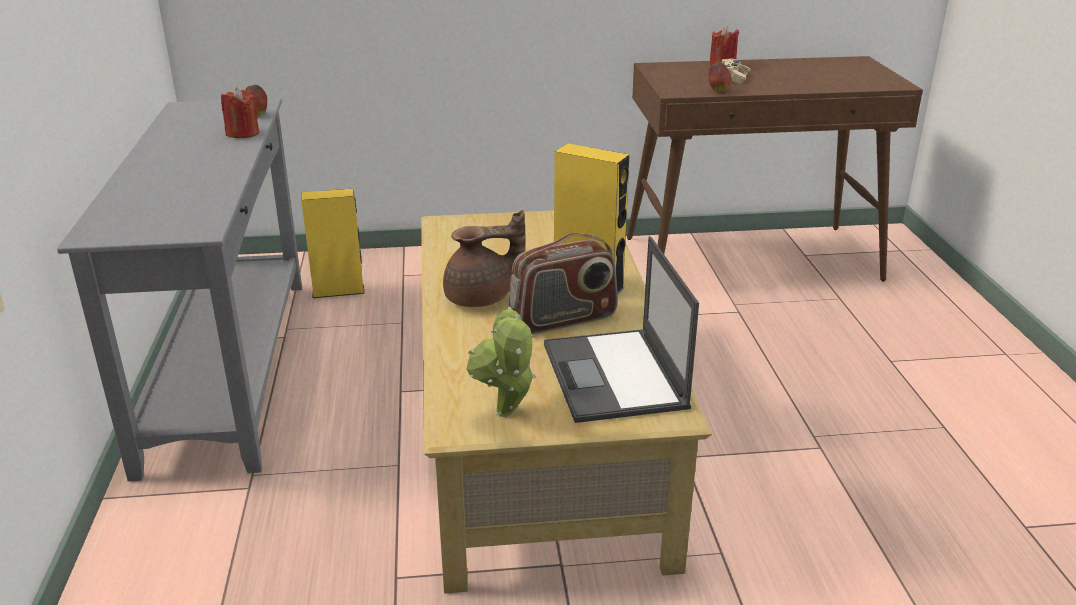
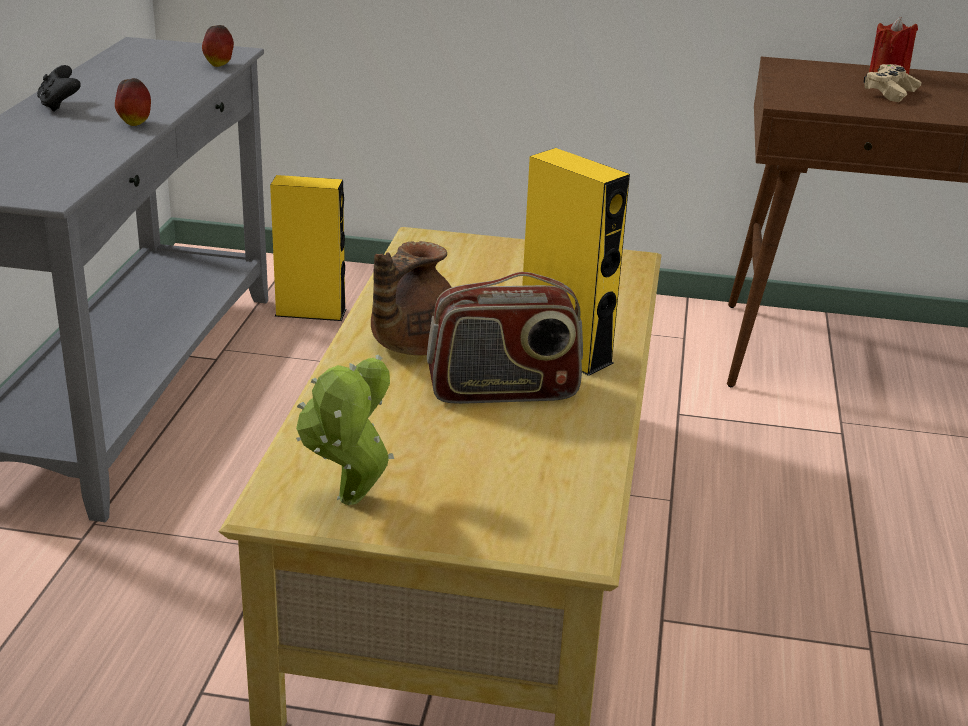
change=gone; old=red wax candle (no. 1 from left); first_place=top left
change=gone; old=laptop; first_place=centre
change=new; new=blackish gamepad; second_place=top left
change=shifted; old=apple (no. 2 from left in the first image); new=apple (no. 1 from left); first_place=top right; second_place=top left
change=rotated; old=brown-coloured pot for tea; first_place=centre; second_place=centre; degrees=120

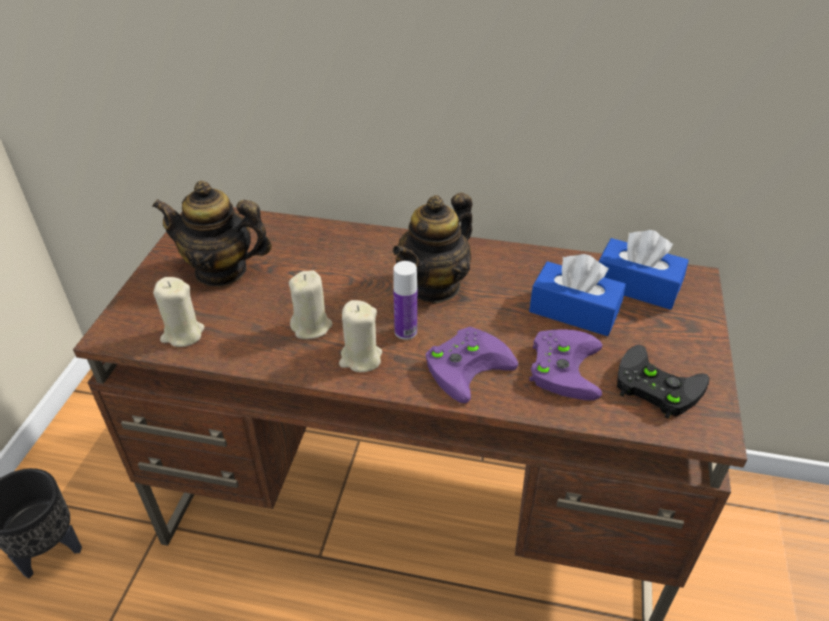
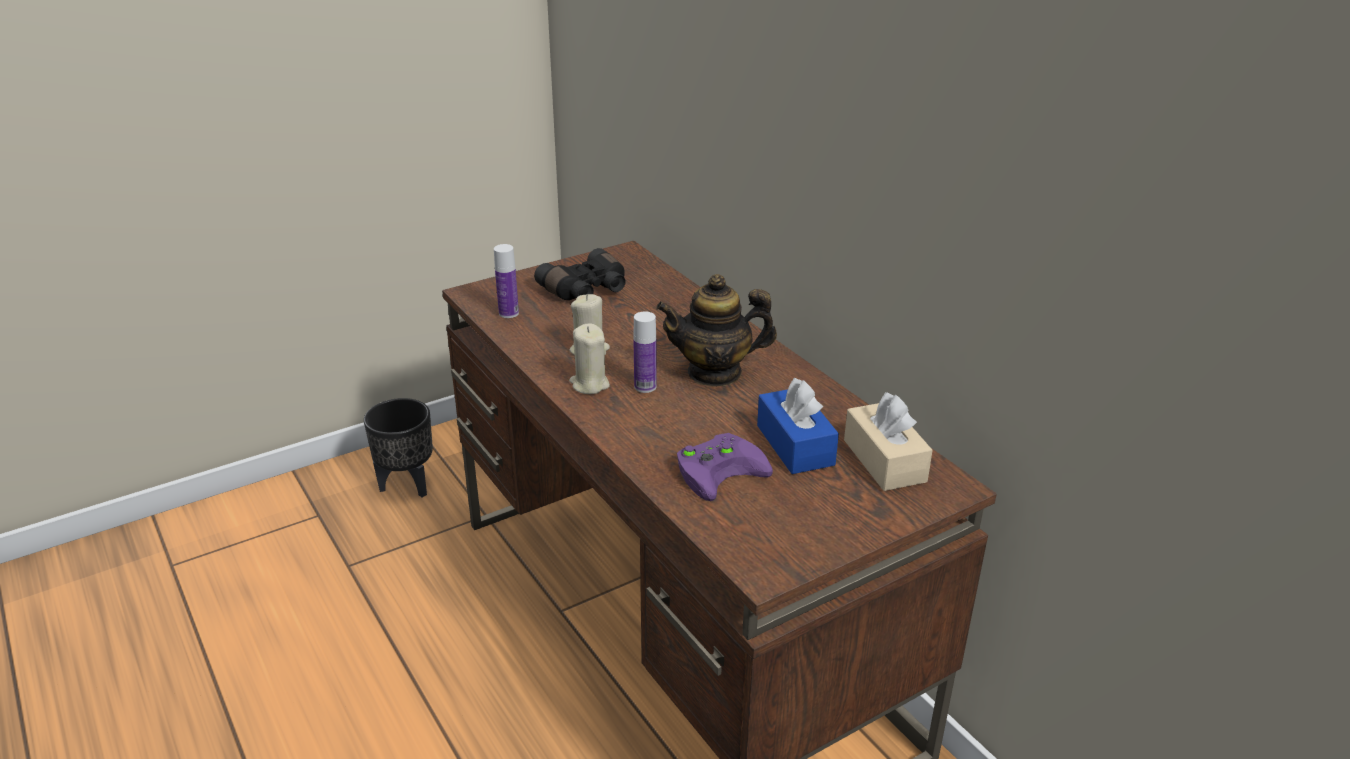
change=gone; old=purplish gamepad (no. 1 from left); first_place=centre
change=gone; old=blackish gamepad; first_place=middle right
change=swapped; old=pot for tea (no. 1 from left); new=blackish binoculars; first_place=middle left; second_place=centre
change=swapped; old=sand-coloured wax candle (no. 1 from left); new=bottle (no. 1 from left); first_place=middle left; second_place=centre
change=repainted; old=blue tissue box (no. 2 from left); new=sand-coloured tissue box; first_place=middle right; second_place=centre

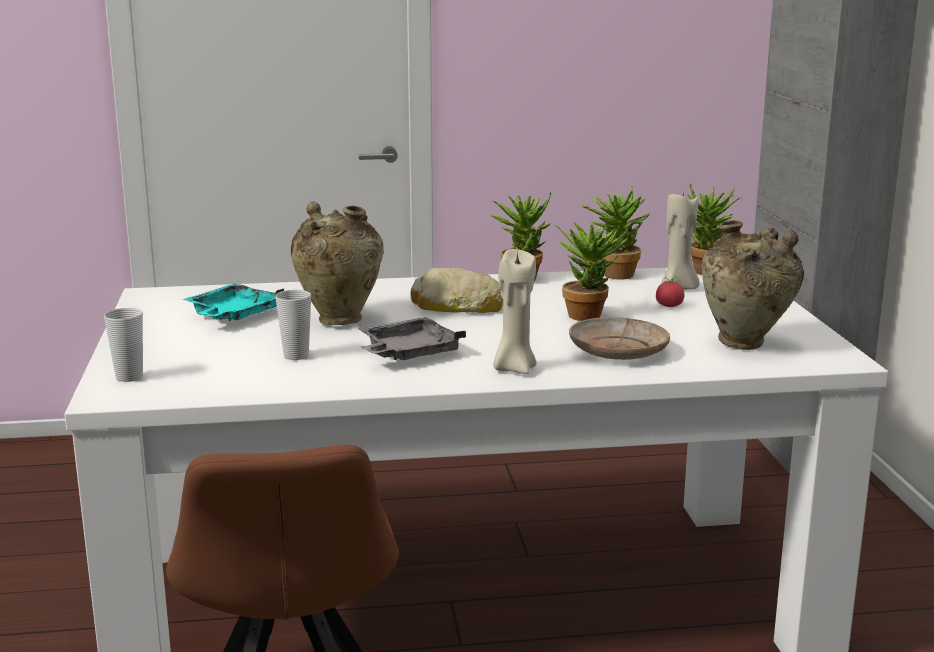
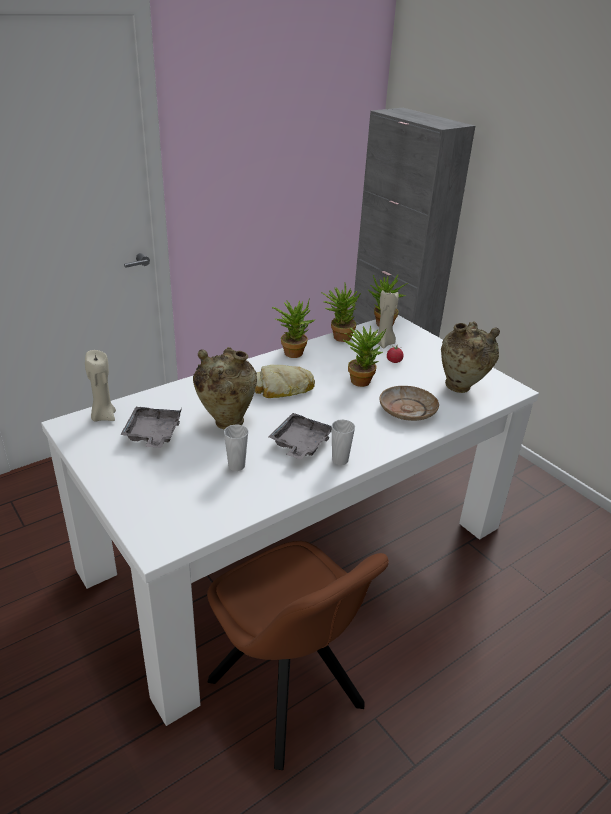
change=shifted; old=drinking cup (no. 1 from left in the first image); new=drinking cup (no. 2 from left); first_place=middle left; second_place=centre
change=shifted; old=sand-coloured wax candle (no. 1 from left); first_place=centre; second_place=middle left
change=repainted; old=turquoise serving tray; new=gray serving tray (no. 1 from left); first_place=middle left; second_place=middle left

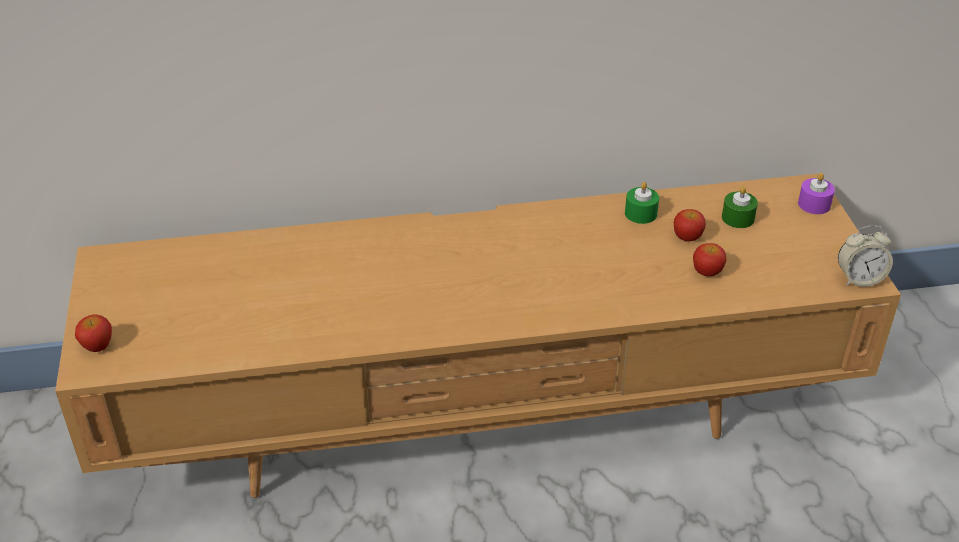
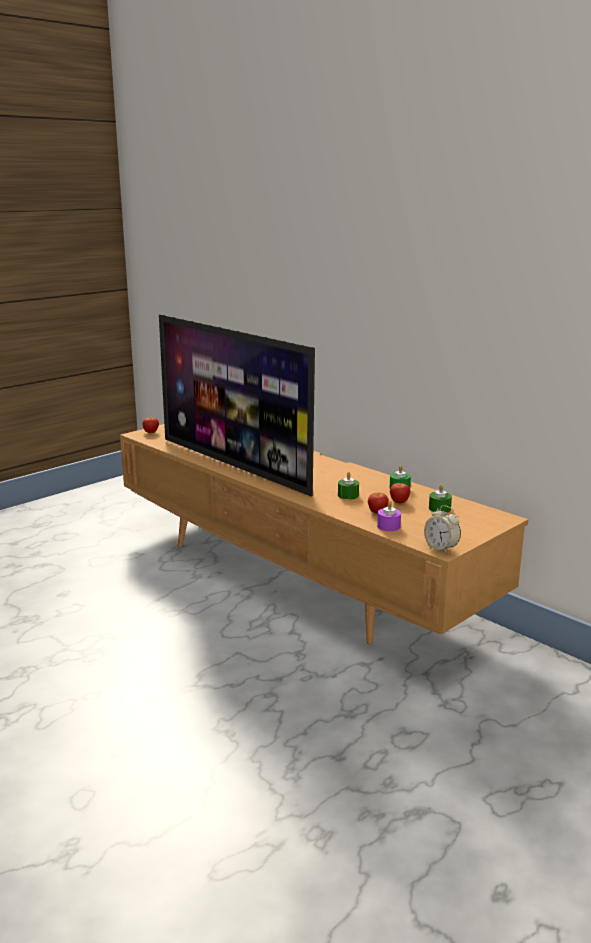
change=new; new=TV; second_place=centre
change=new; new=green-coloured wax candle (no. 1 from left); second_place=centre
change=shifted; old=purplish wax candle; first_place=middle right; second_place=centre

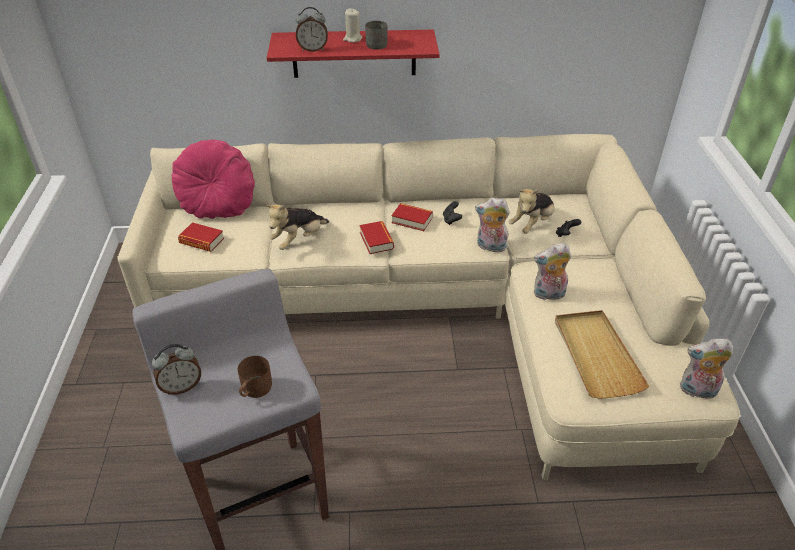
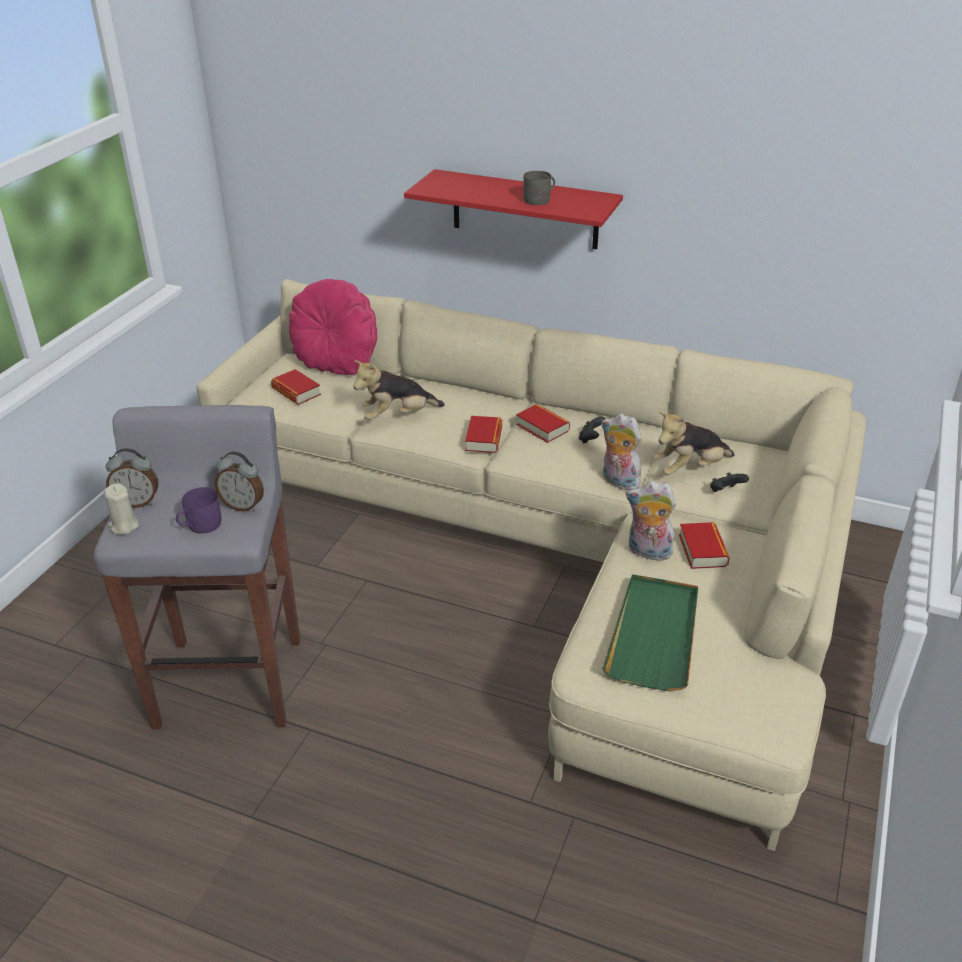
change=gone; old=plush toy (no. 5 from left); first_place=bottom right
change=new; new=bound book (no. 4 from left); second_place=middle right
change=shifted; old=bedside clock (no. 2 from left); first_place=top centre; second_place=middle left
change=shifted; old=sand-coloured wax candle; first_place=top centre; second_place=middle left
change=repainted; old=brown-coloured mug; new=purplish mug; first_place=bottom left; second_place=middle left
change=repainted; old=sand-coloured serving tray; new=green-coloured serving tray; first_place=middle right; second_place=middle right

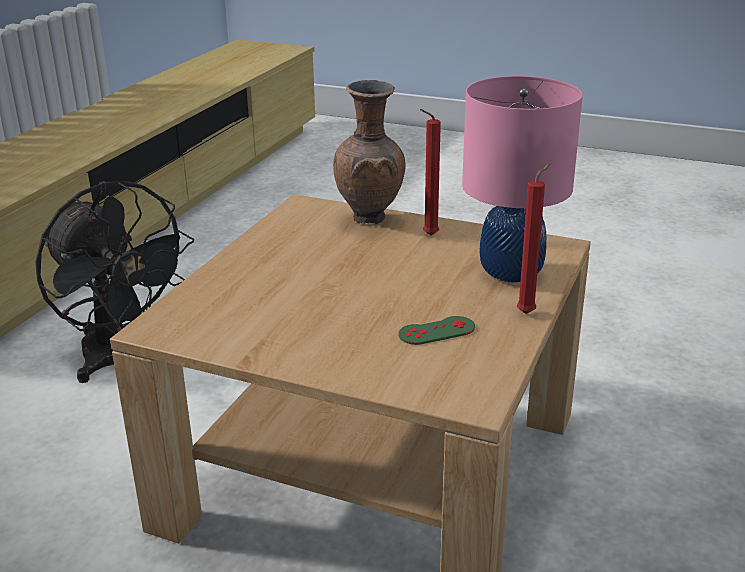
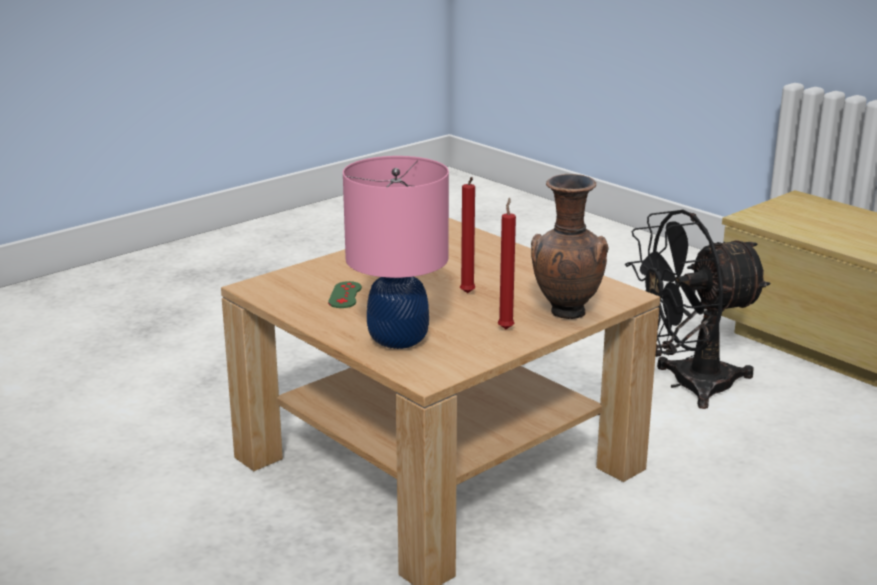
change=shifted; old=red wax candle (no. 2 from left in the first image); new=red wax candle (no. 1 from left); first_place=middle right; second_place=centre

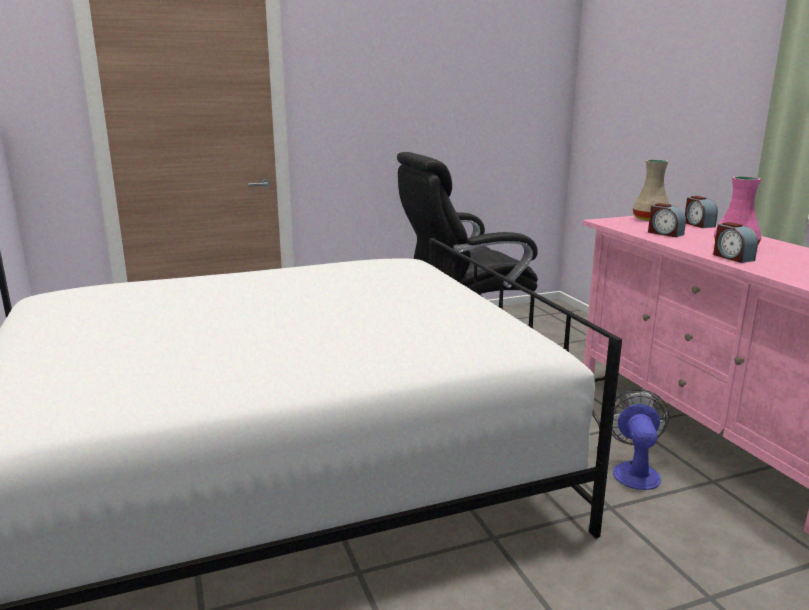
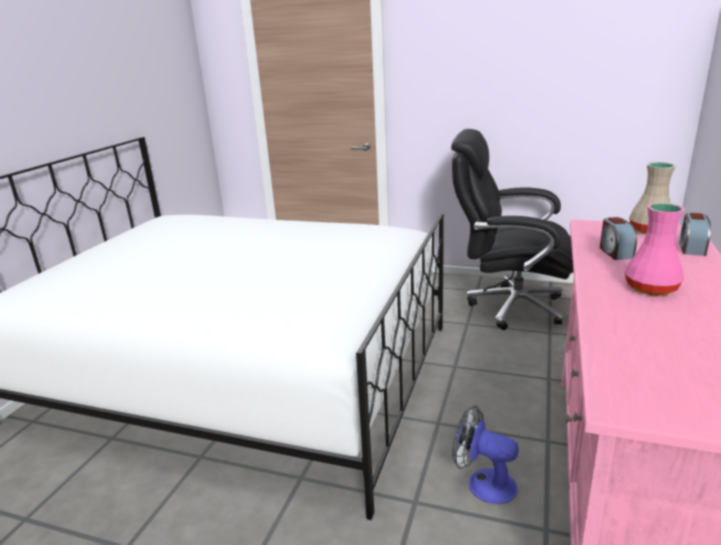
change=gone; old=bedside clock (no. 3 from left); first_place=middle right
change=rotated; old=cooling fan; first_place=bottom right; second_place=bottom right; degrees=-105

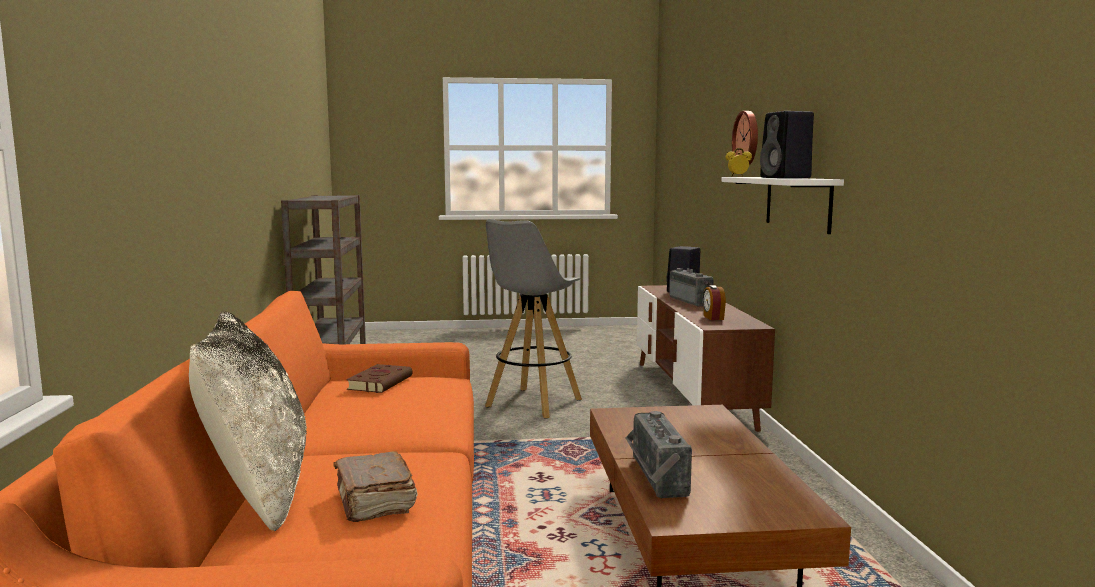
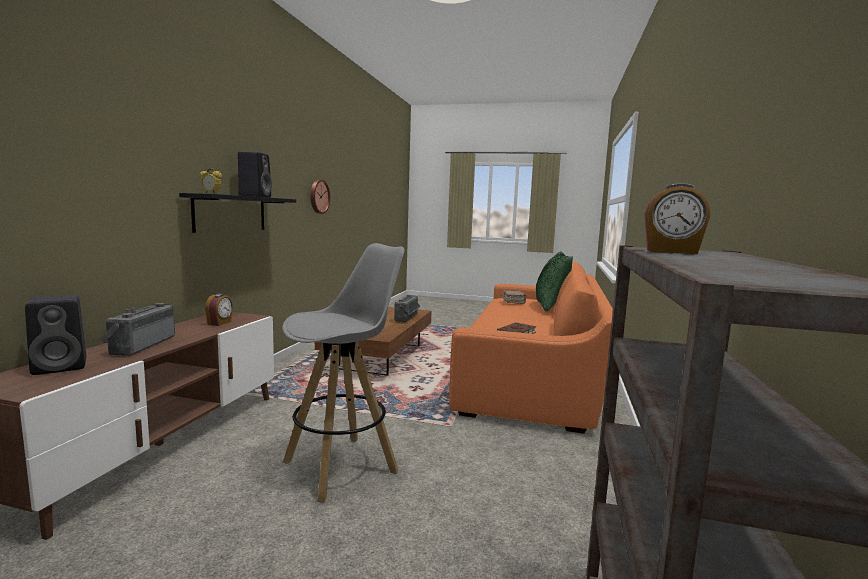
change=new; new=bedside clock (no. 3 from left); second_place=middle right
change=shifted; old=wall clock; first_place=top right; second_place=centre
change=repainted; old=sand-coloured pillow; new=green-coloured pillow; first_place=bottom left; second_place=centre
change=repainted; old=white-coloured wall shelf; new=blackish wall shelf; first_place=middle right; second_place=middle left

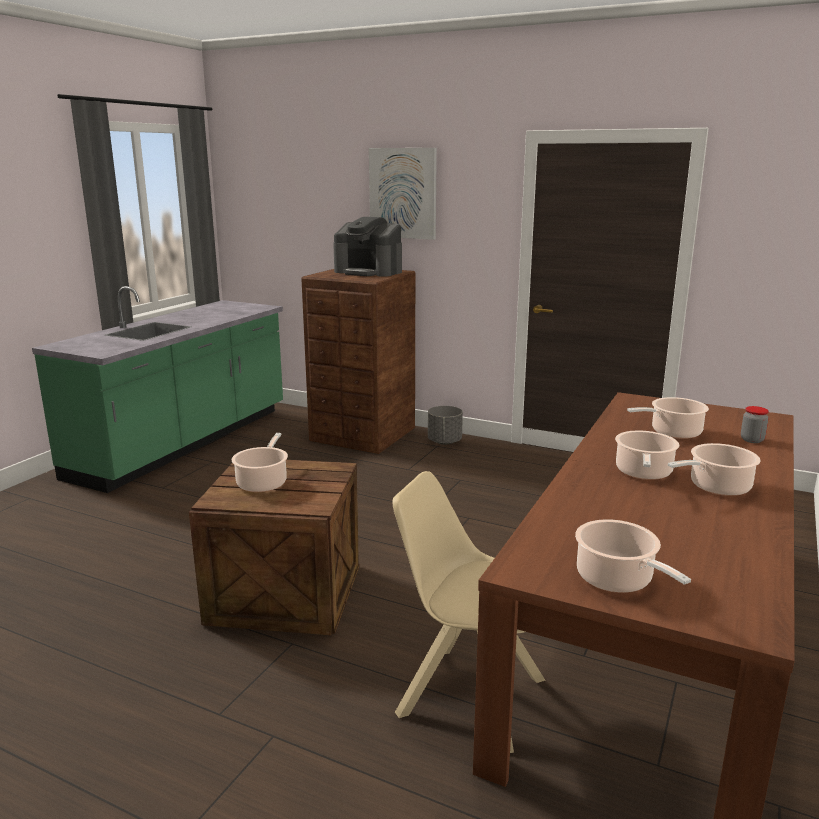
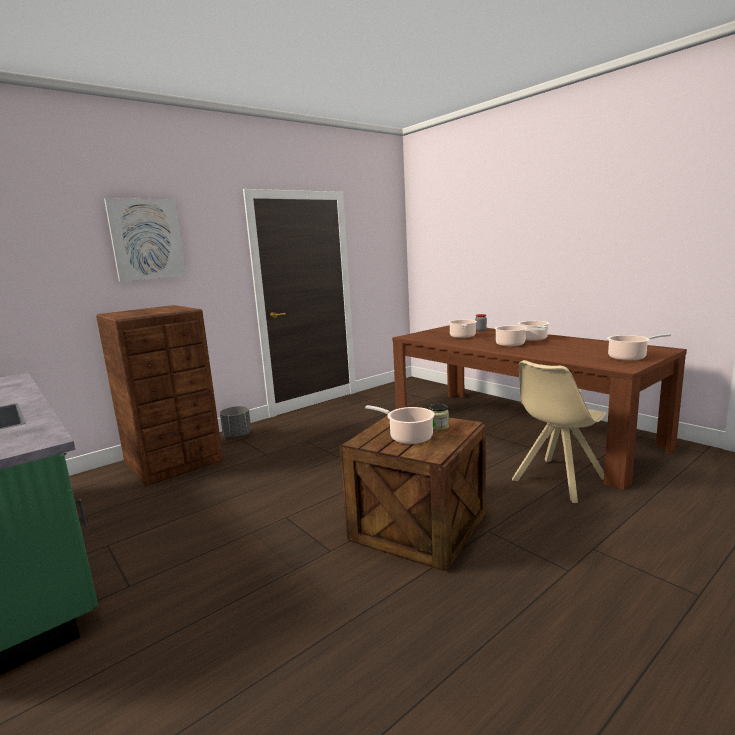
change=gone; old=coffee brewer; first_place=top centre
change=new; new=storage jar (no. 1 from left); second_place=centre

